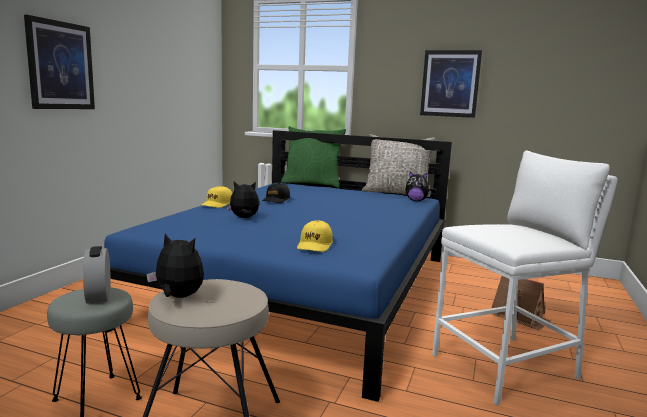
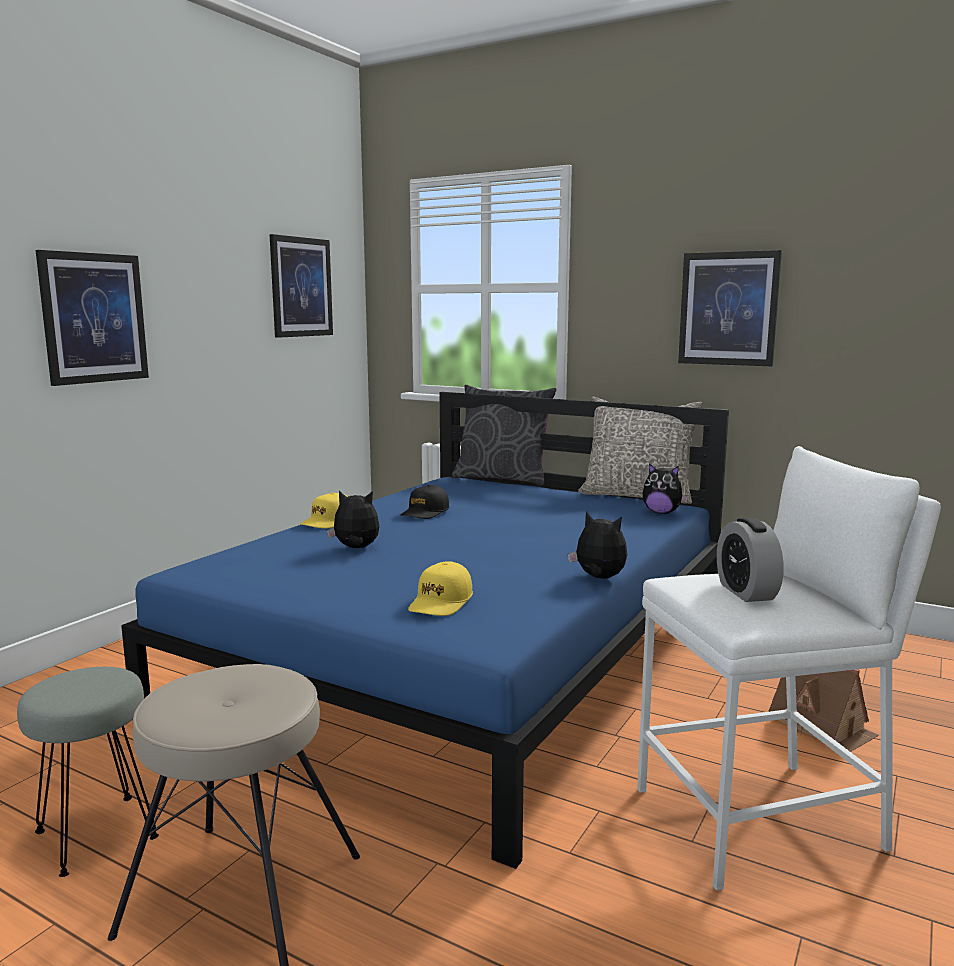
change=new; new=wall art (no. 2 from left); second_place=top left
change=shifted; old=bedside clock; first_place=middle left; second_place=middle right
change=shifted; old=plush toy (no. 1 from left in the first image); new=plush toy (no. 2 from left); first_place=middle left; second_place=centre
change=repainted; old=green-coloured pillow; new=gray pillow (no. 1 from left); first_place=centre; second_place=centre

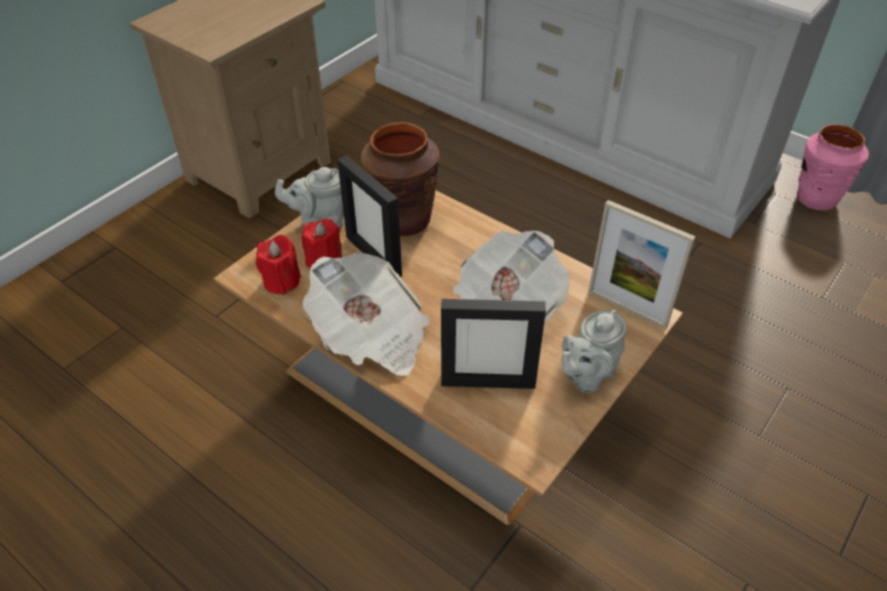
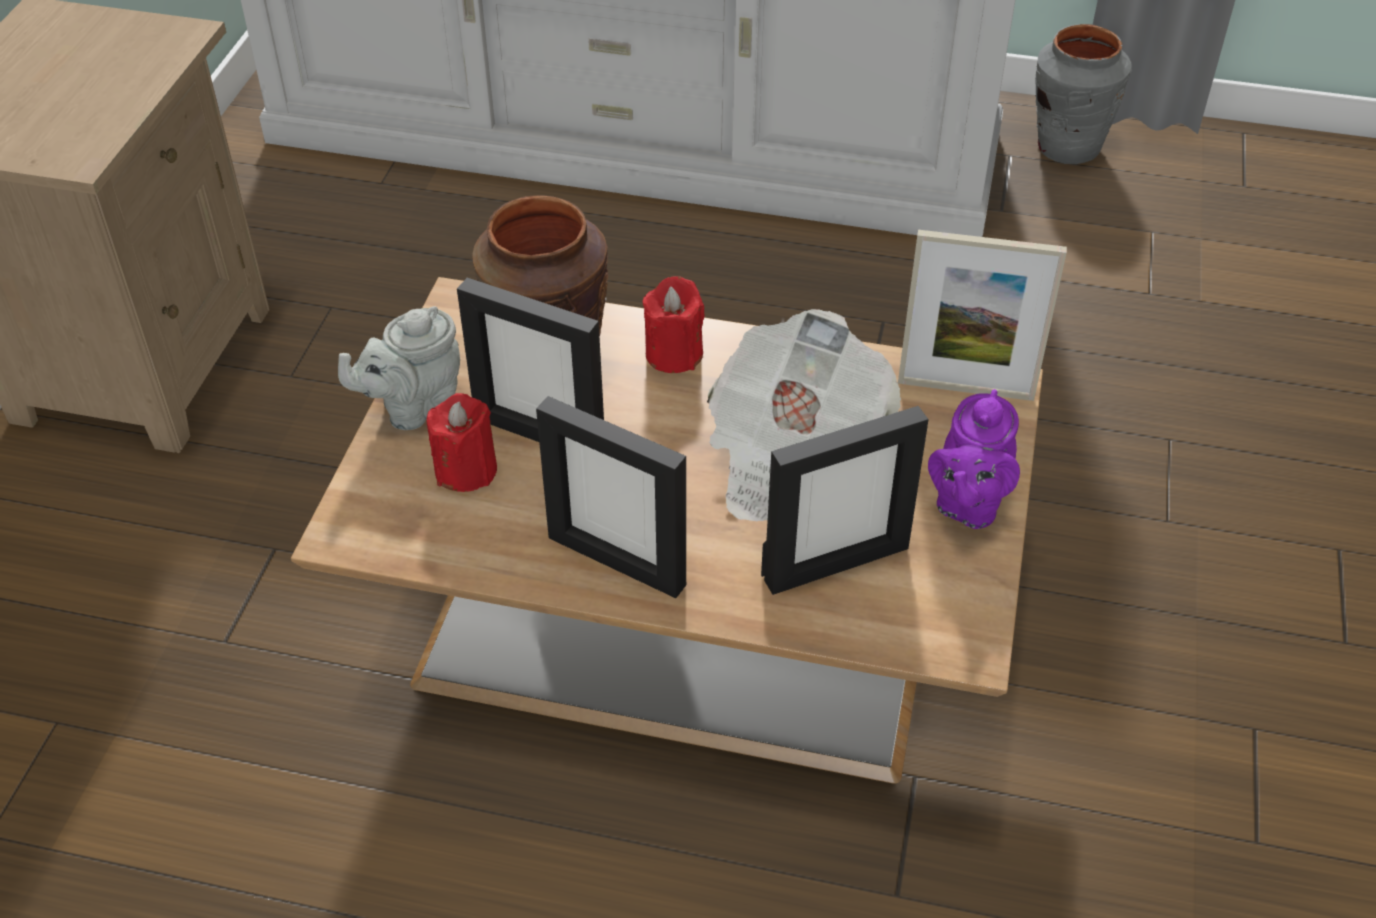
change=shifted; old=red wax candle (no. 1 from left in the first image); new=red wax candle (no. 2 from left); first_place=middle left; second_place=centre
change=swapped; old=printed paper (no. 1 from left); new=photo frame (no. 2 from left); first_place=centre; second_place=centre
change=repainted; old=gray pot for tea (no. 2 from left); new=purplish pot for tea; first_place=middle right; second_place=middle right
change=repainted; old=pink-coloured decorative vase; new=gray decorative vase; first_place=top right; second_place=top right

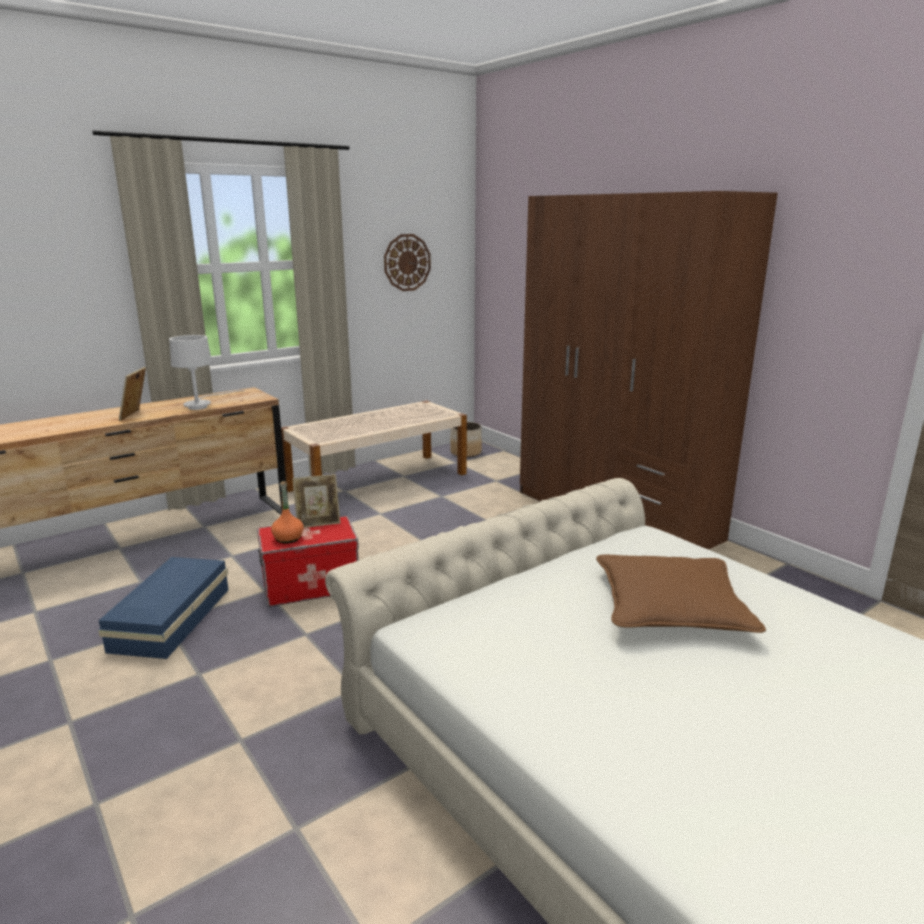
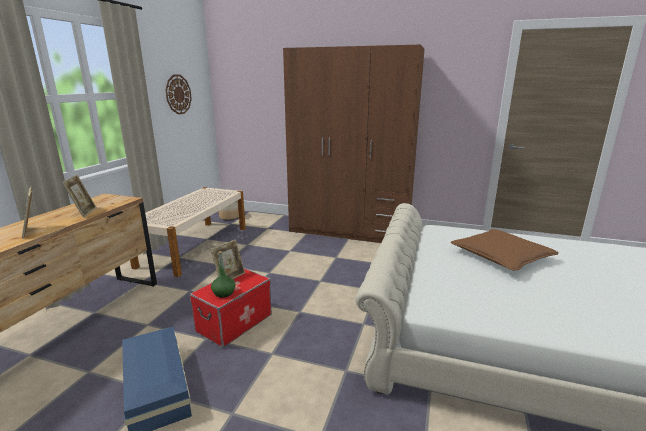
change=swapped; old=white-coloured table lamp; new=photo frame (no. 2 from left); first_place=middle left; second_place=middle left
change=repainted; old=orangey bottle; new=green-coloured bottle; first_place=middle left; second_place=centre

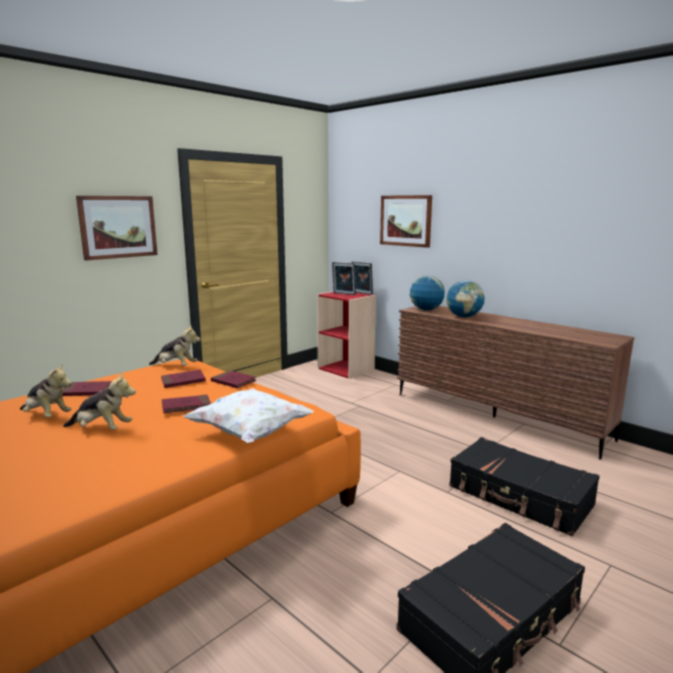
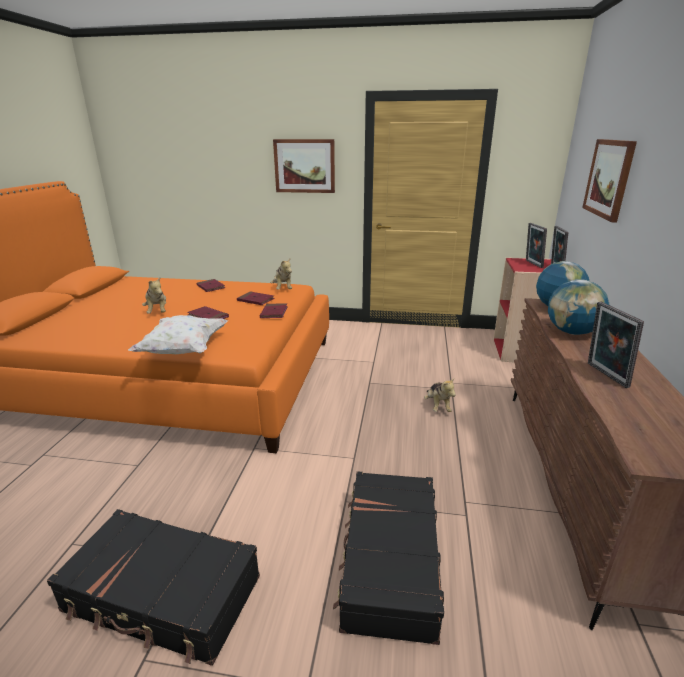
change=new; new=photo frame (no. 3 from left); second_place=middle right
change=shifted; old=plush toy (no. 1 from left in the first image); new=plush toy (no. 3 from left); first_place=middle left; second_place=centre

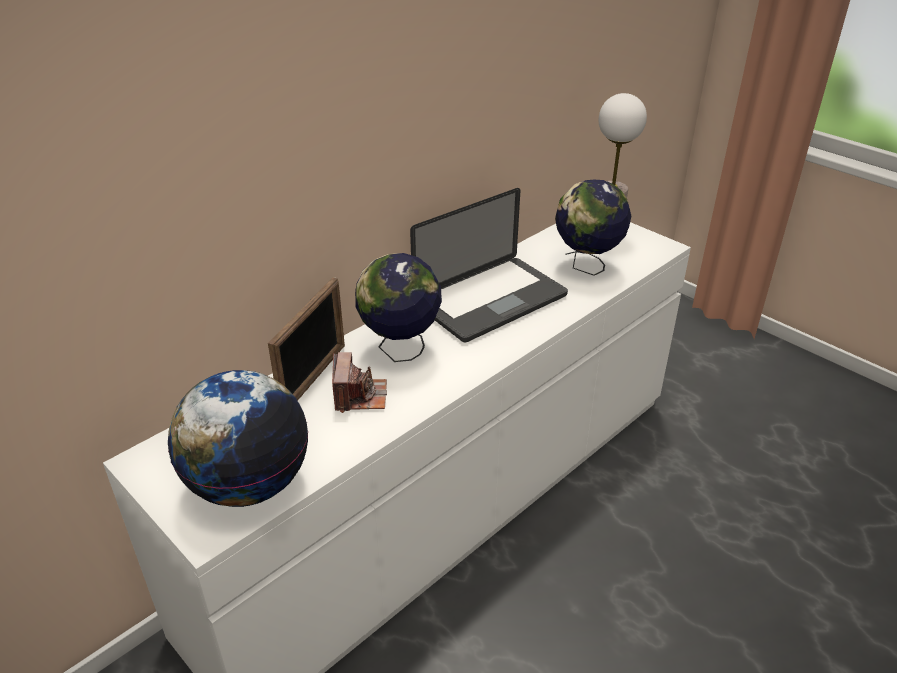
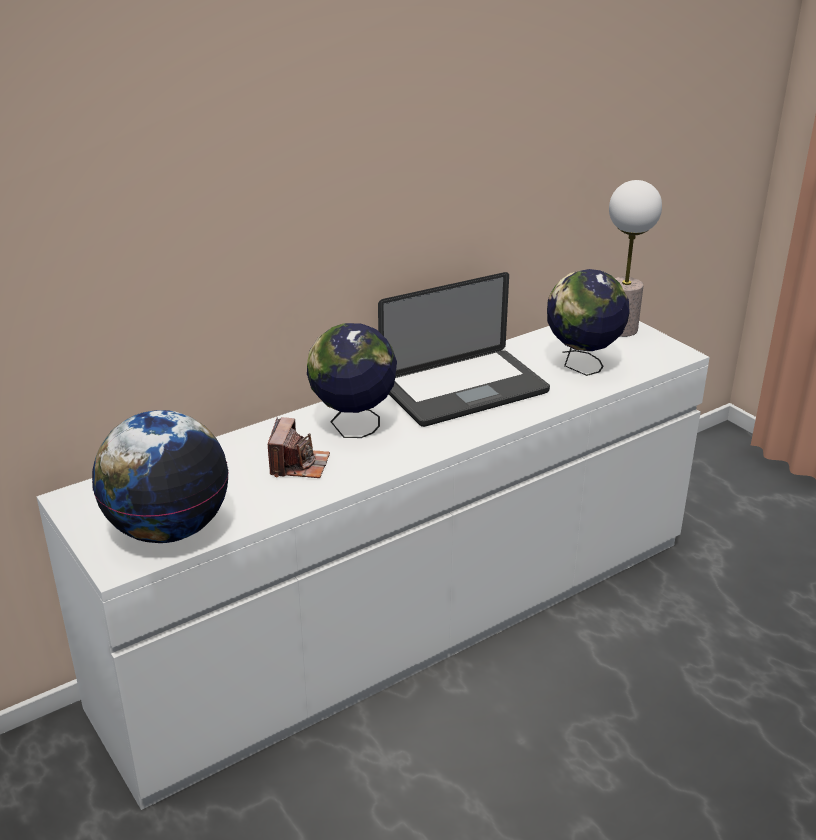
change=gone; old=photo frame; first_place=centre

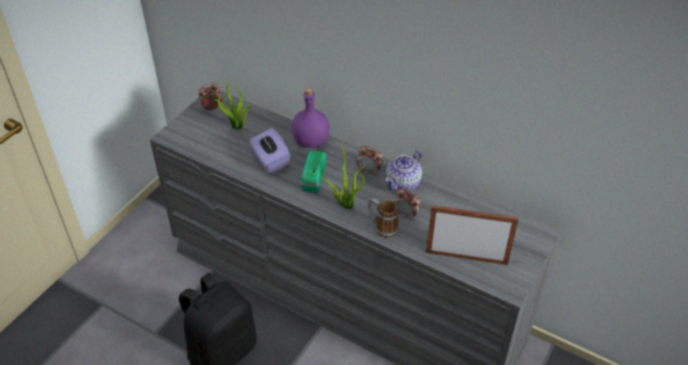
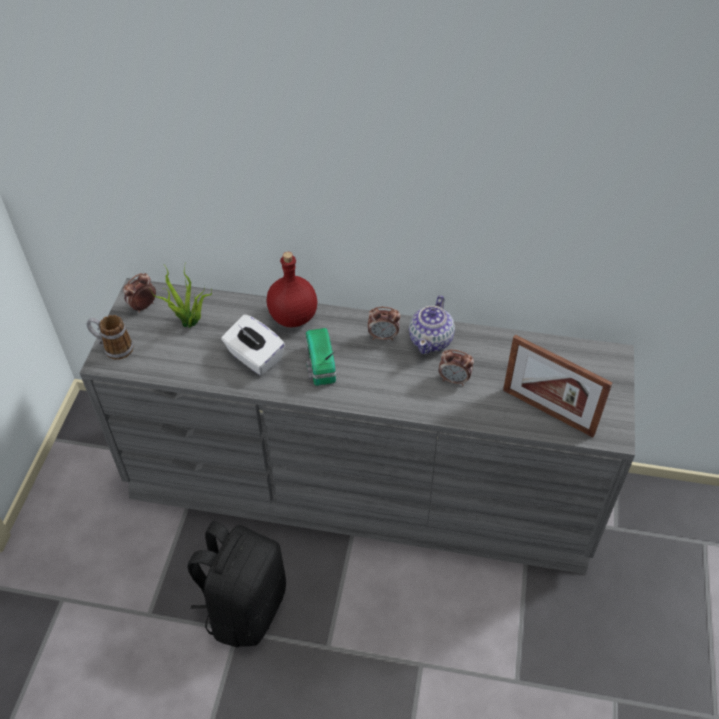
change=gone; old=houseplant (no. 2 from left); first_place=centre
change=shifted; old=mug; first_place=centre; second_place=middle left
change=repainted; old=purplish tissue box; new=white-coloured tissue box; first_place=centre; second_place=centre
change=repainted; old=purplish bottle; new=red bottle; first_place=top centre; second_place=centre
change=rotated; old=photo frame; first_place=middle right; second_place=middle right; degrees=-135

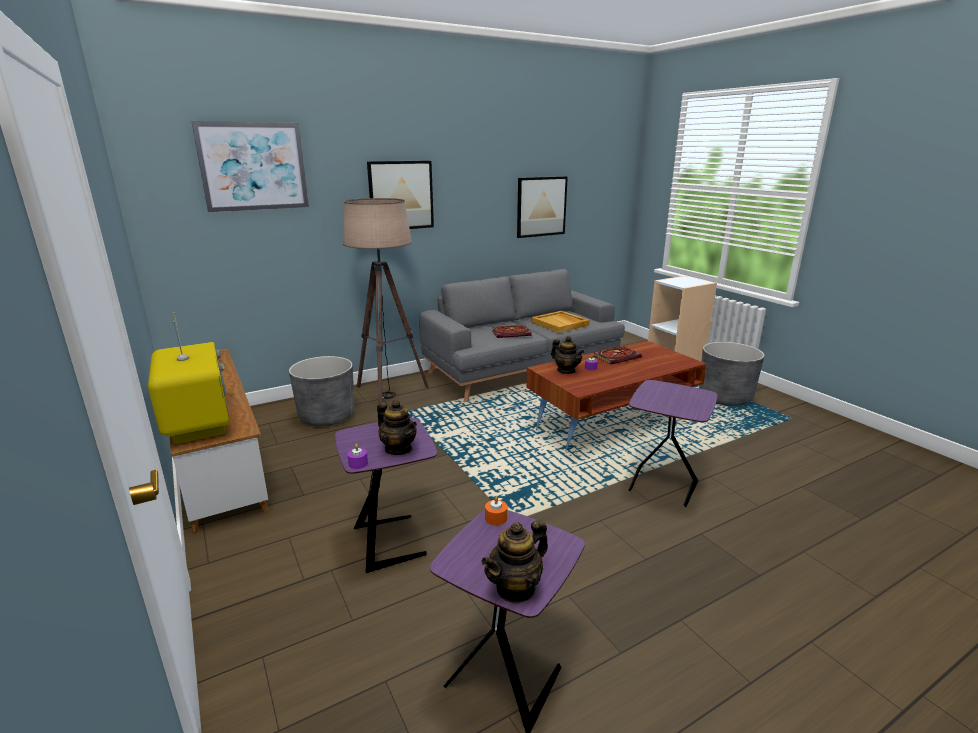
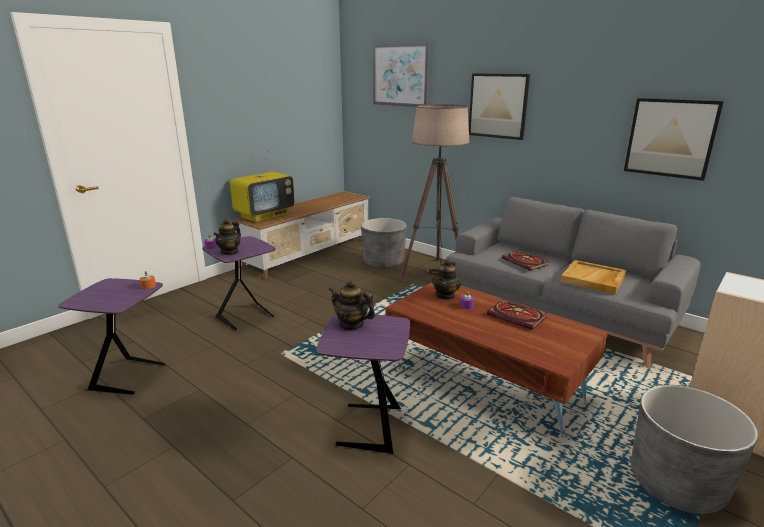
change=shifted; old=pot for tea (no. 2 from left); first_place=bottom centre; second_place=centre

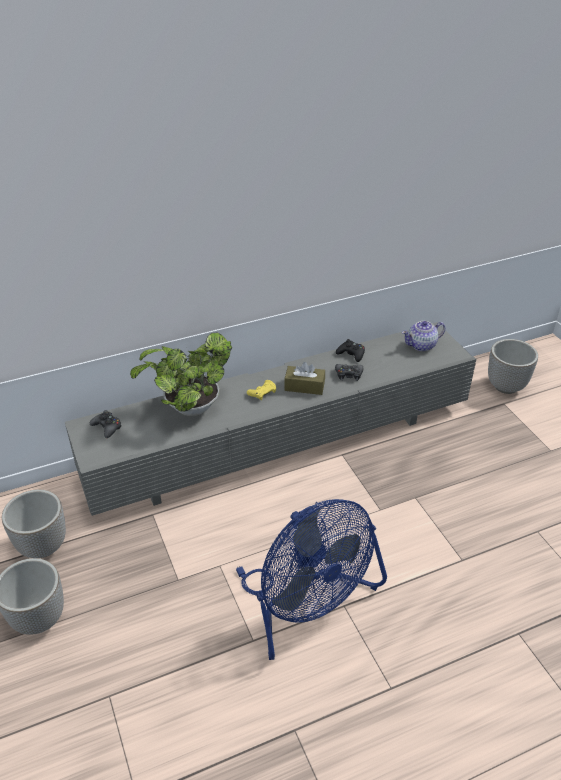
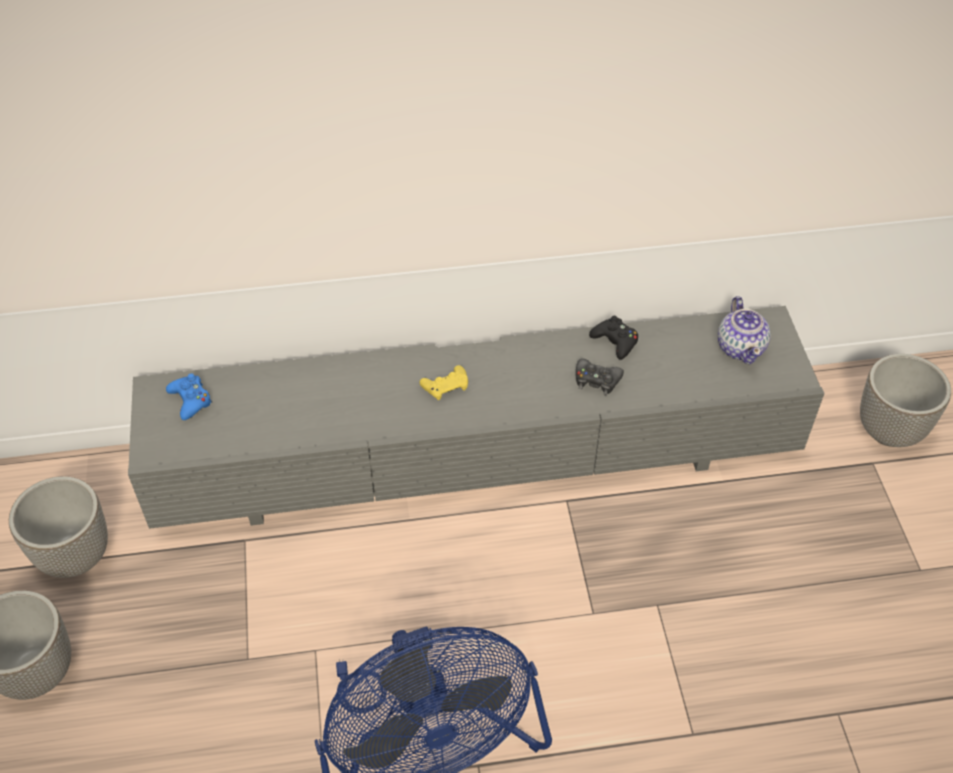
change=gone; old=houseplant; first_place=middle left
change=gone; old=brown-coloured tissue box; first_place=centre
change=repainted; old=blackish gamepad (no. 1 from left); new=blue gamepad; first_place=middle left; second_place=middle left
change=rotated; old=pot for tea; first_place=middle right; second_place=middle right; degrees=-90

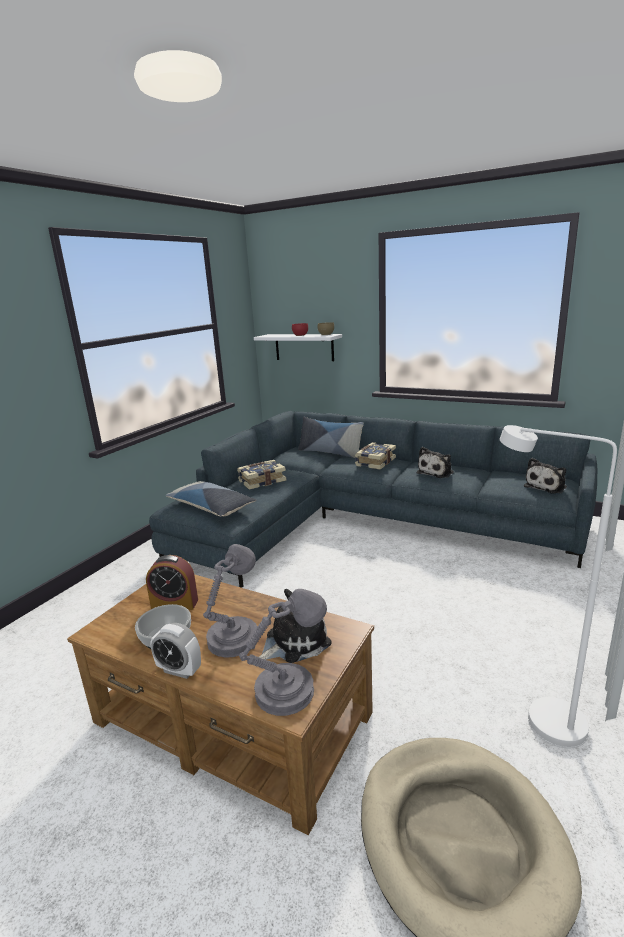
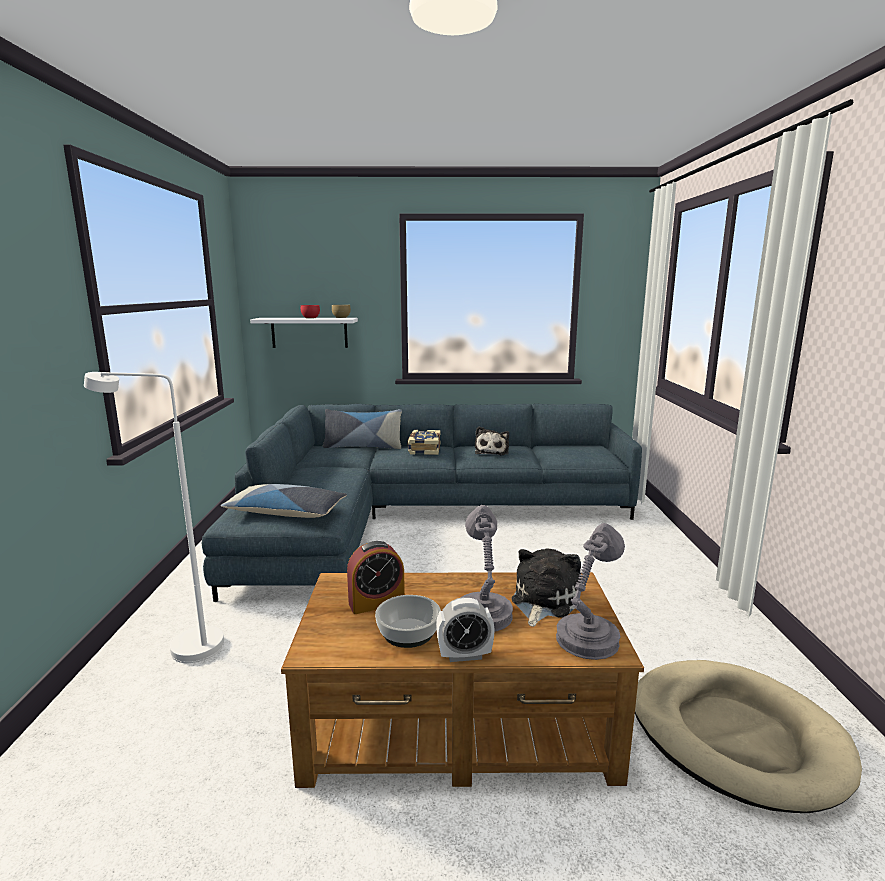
change=gone; old=bound book (no. 1 from left); first_place=centre
change=gone; old=plush toy (no. 3 from left); first_place=middle right
change=shifted; old=white-coloured floor lamp; first_place=middle right; second_place=middle left

